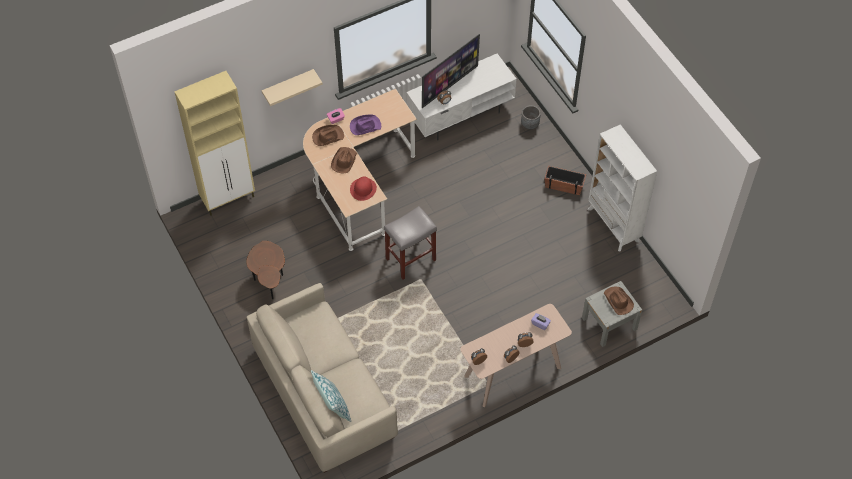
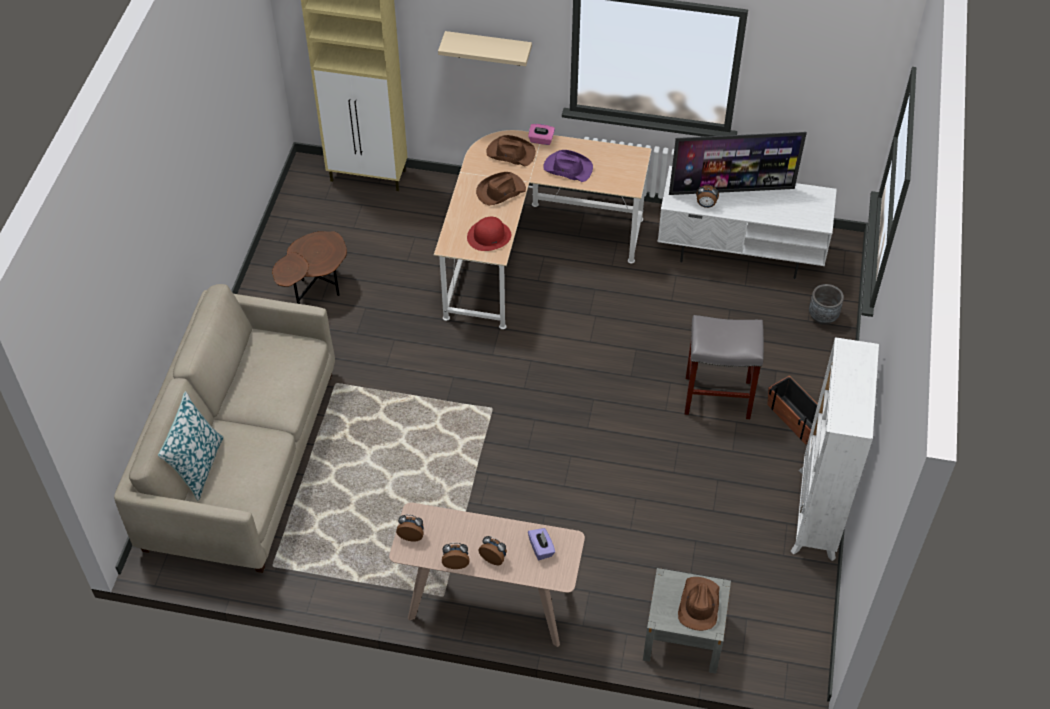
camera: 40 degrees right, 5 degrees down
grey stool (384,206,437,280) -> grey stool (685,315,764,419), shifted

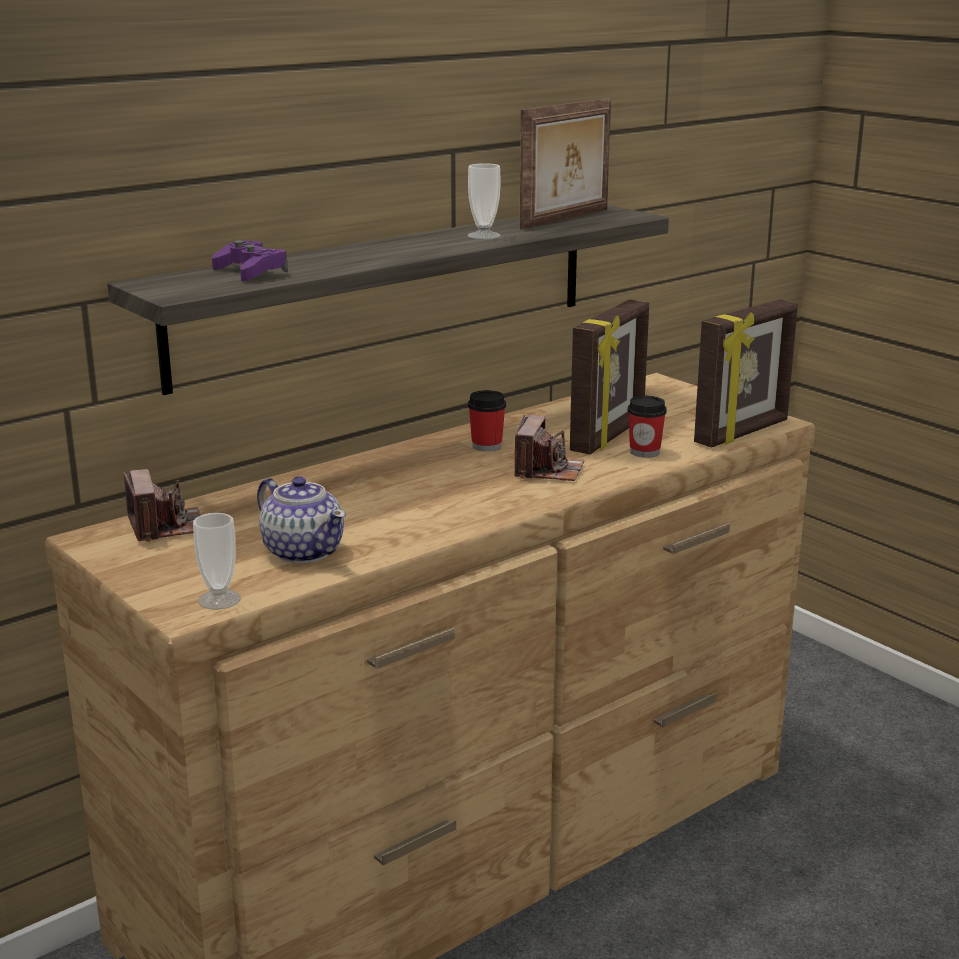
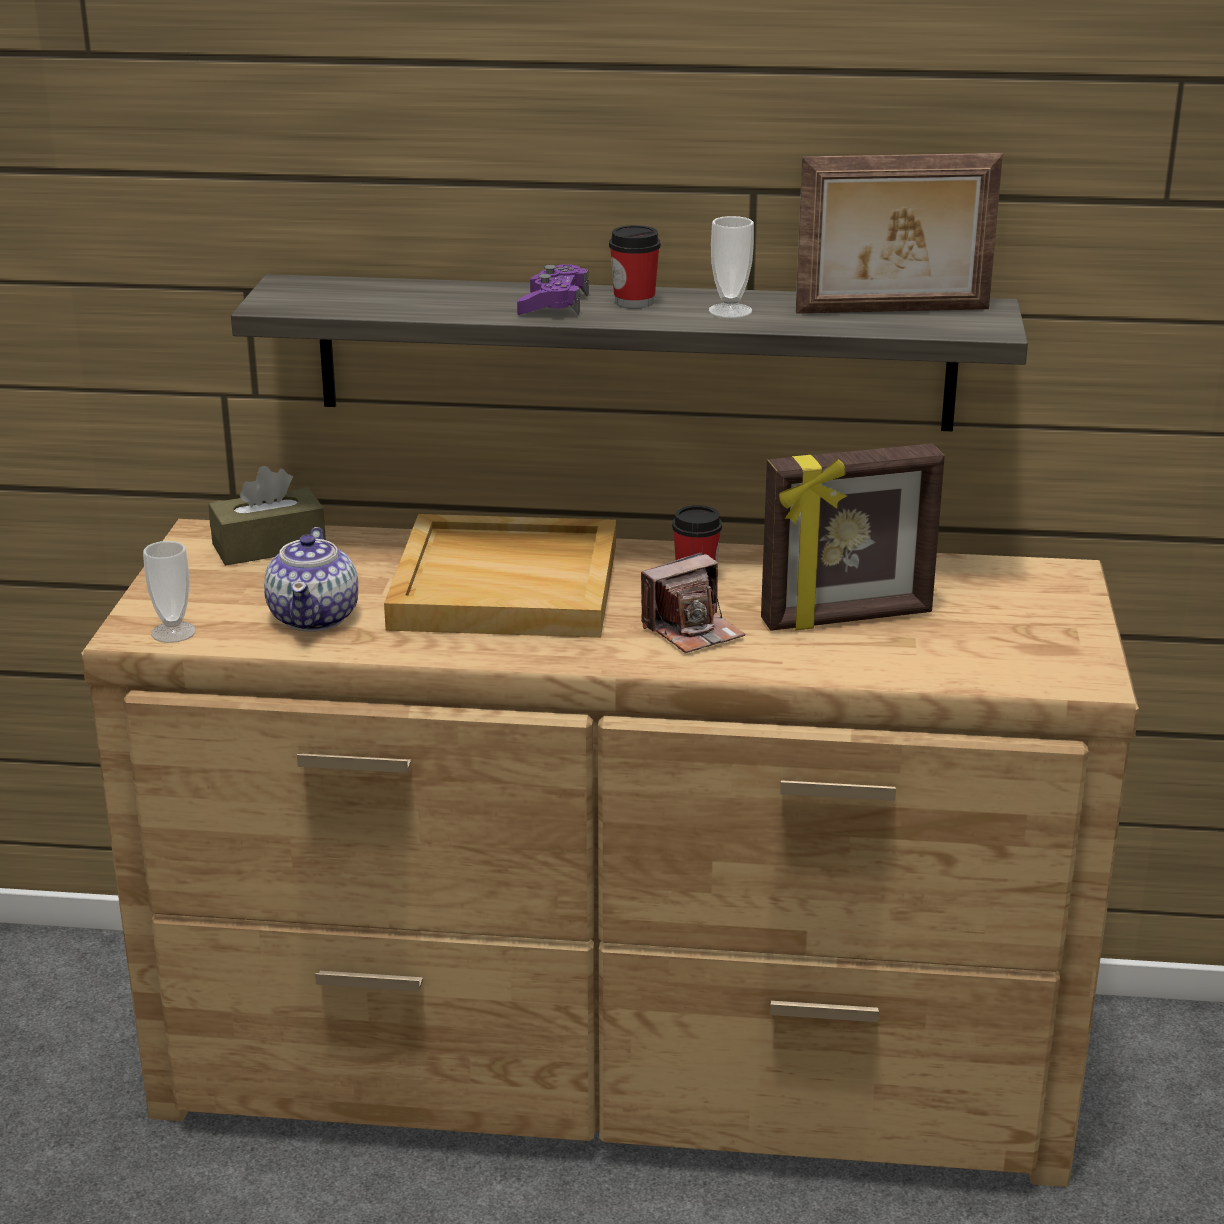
camera: 45 degrees right, 5 degrees up
purple game controller (212,240,288,282) -> purple game controller (517,264,589,315), shifted
picture frame (694,299,798,448) -> none
cup (628,396,667,458) -> cup (609,225,661,309), shifted
photo camera (124,469,201,542) -> brown tissue box (208,466,326,565)
none -> beige tray (384,514,616,638)

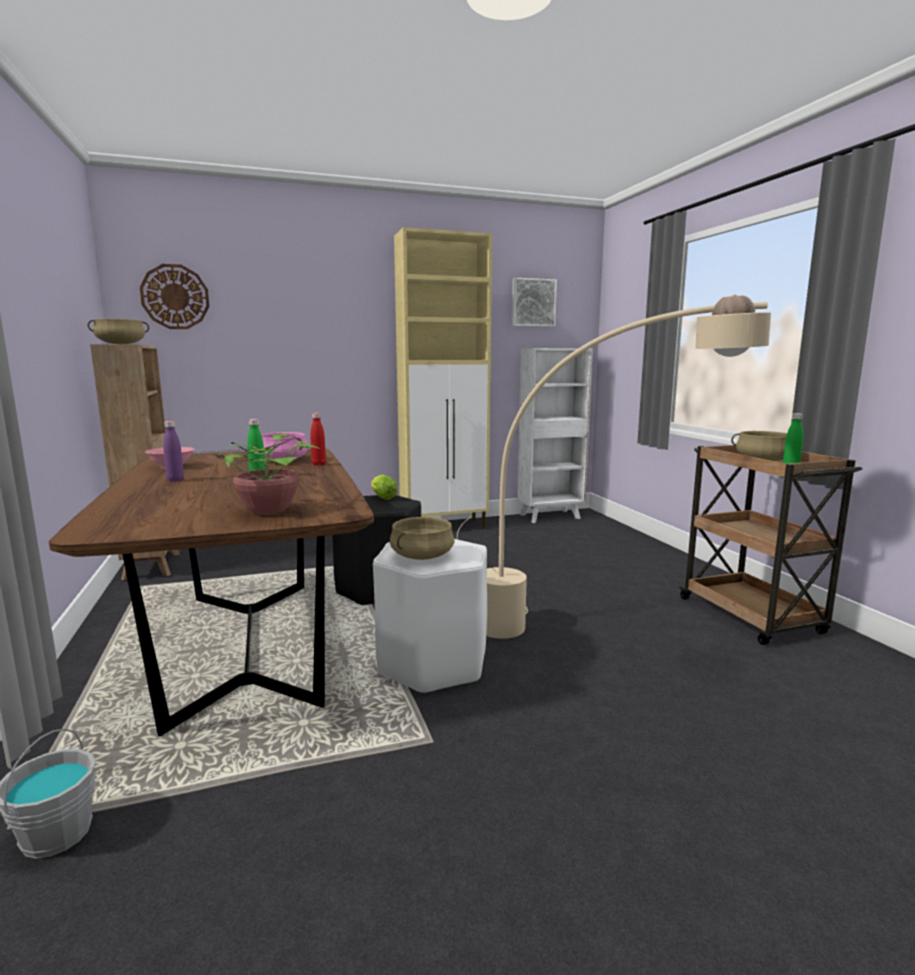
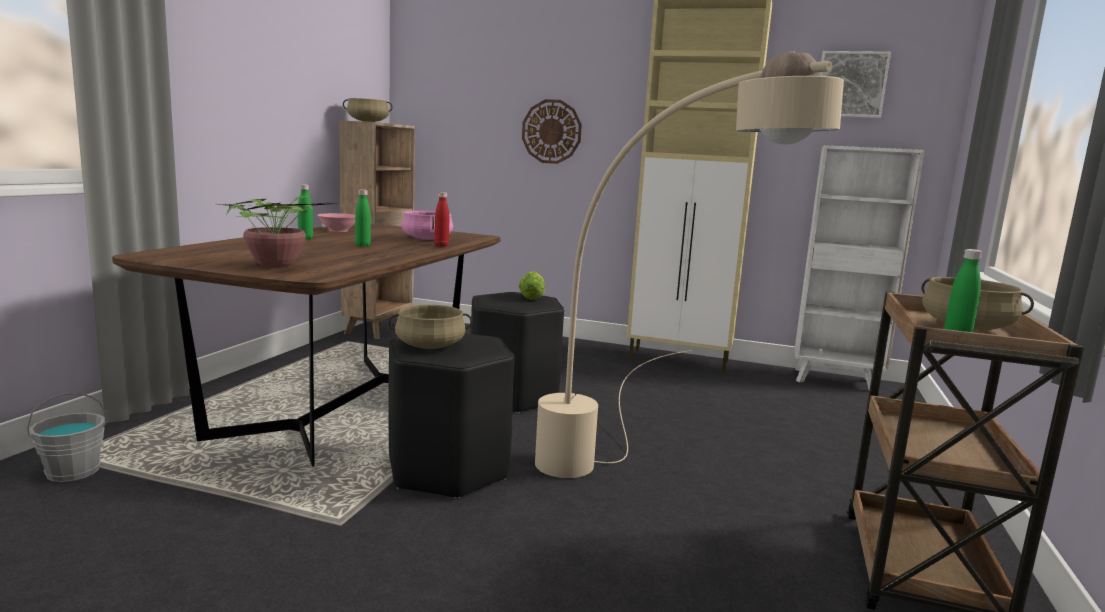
camera: 35 degrees right, 0 degrees up
wall clock (140,264,210,329) -> wall clock (522,99,582,164), shifted
purple bottle (163,421,184,482) -> green bottle (298,184,313,239)
white stool (373,539,487,695) -> black stool (388,334,514,499)

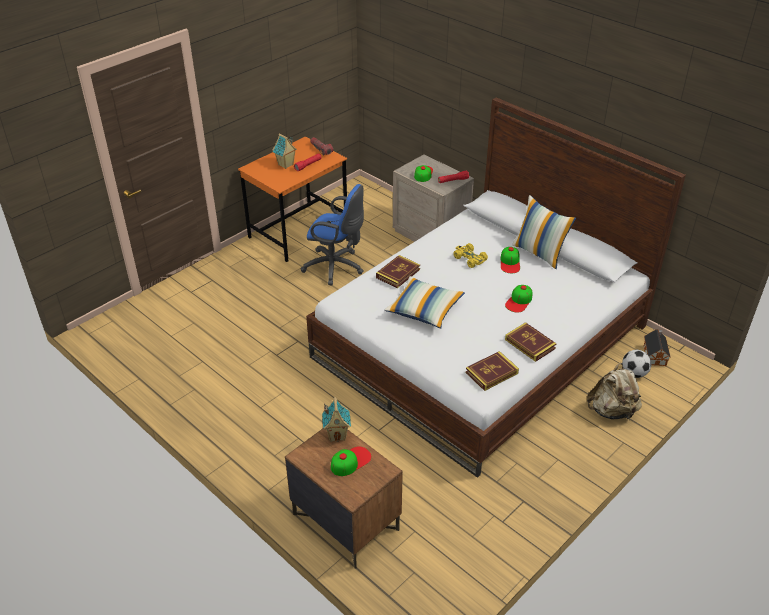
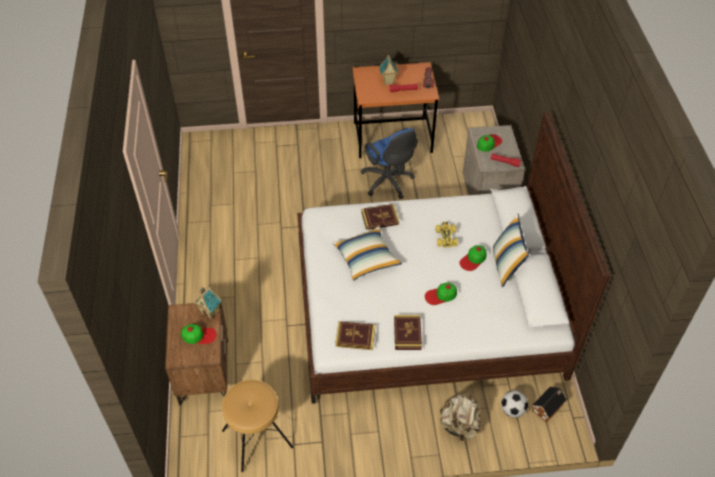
camera: 40 degrees right, 10 degrees up
none -> brown stool (222,380,293,472)

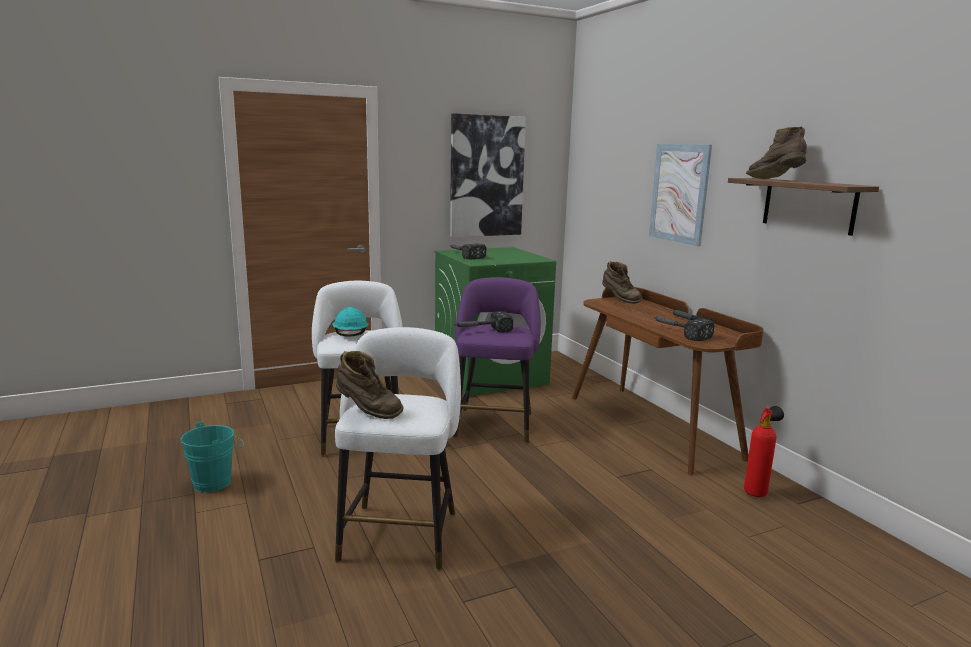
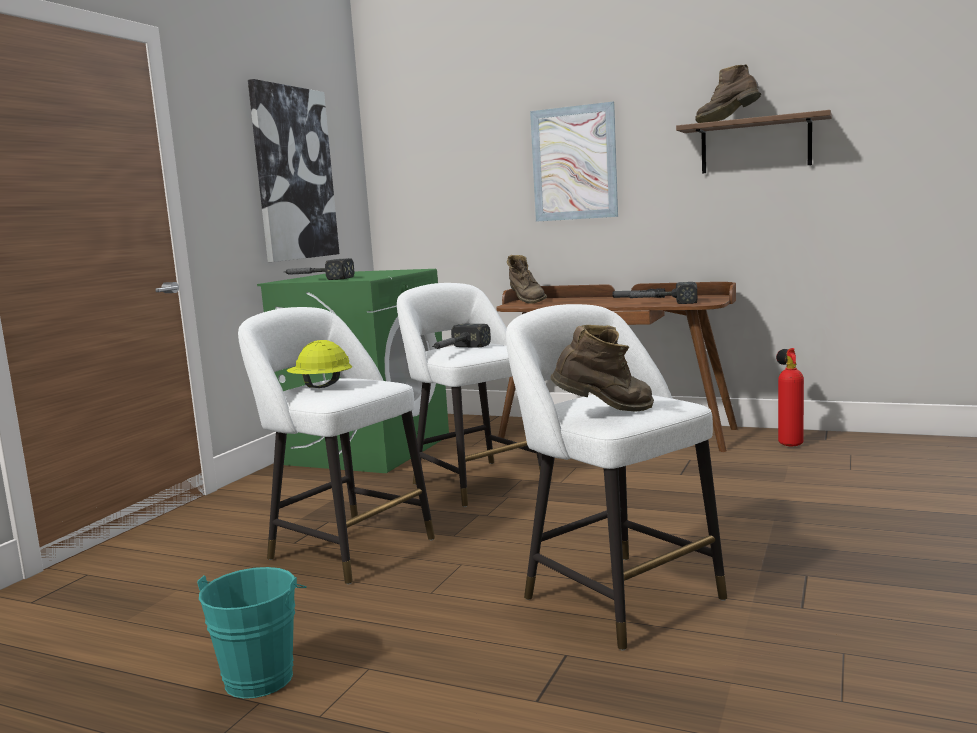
camera: 40 degrees left, 5 degrees down
brown boot (602,261,643,304) -> brown boot (507,255,547,304), 60 degrees clockwise
purple stool (454,277,541,443) -> white stool (397,283,542,507)
turquoise hard hat (332,307,368,337) -> yellow hard hat (287,340,352,388)

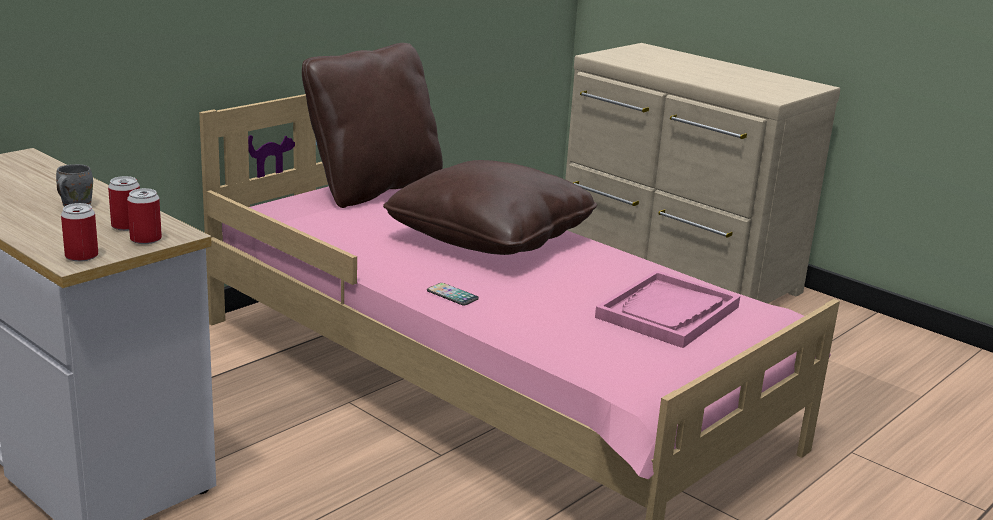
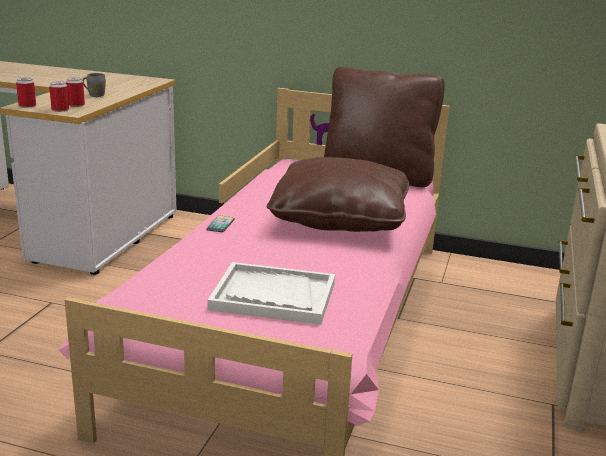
camera: 65 degrees right, 0 degrees up
pink tray (595,270,740,348) -> white tray (207,262,335,325)

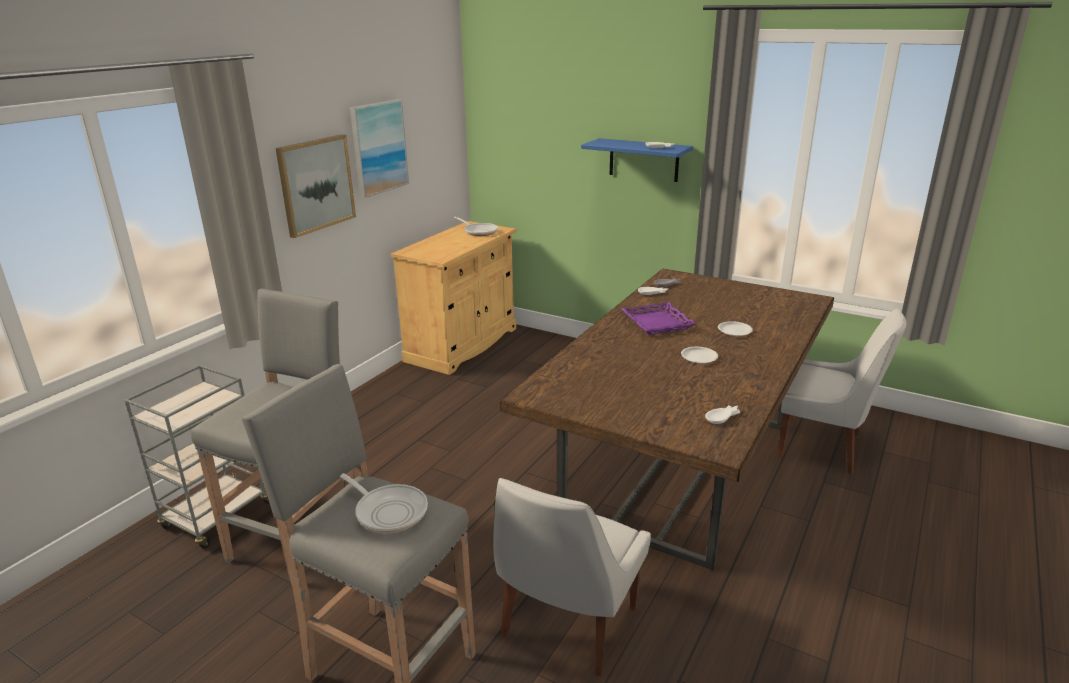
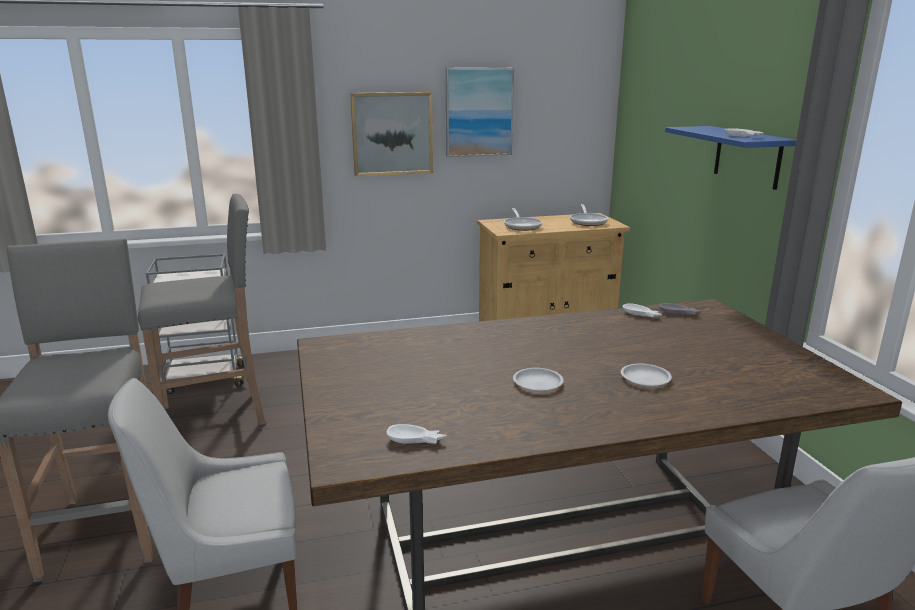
camera: 45 degrees right, 5 degrees down
purple tray (622,302,696,335) -> none
frying pan (340,473,428,533) -> frying pan (504,208,542,231), shifted

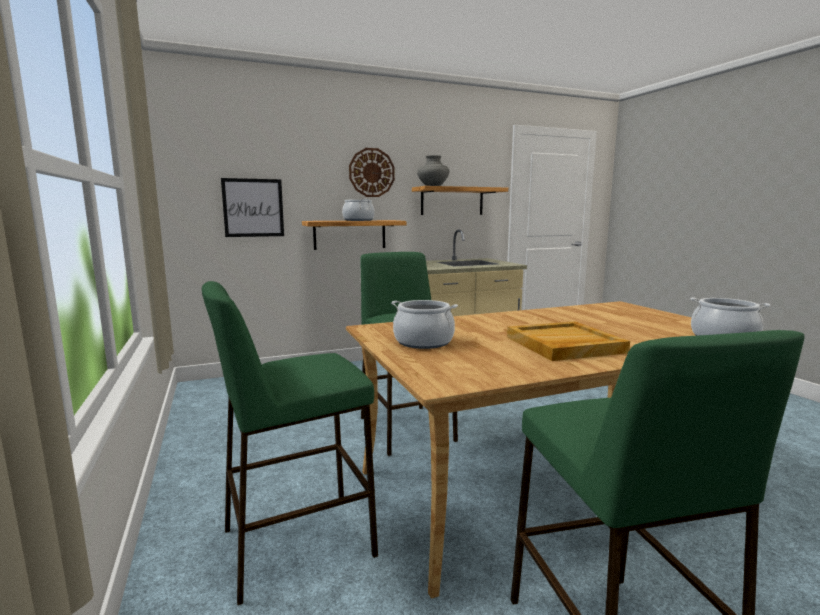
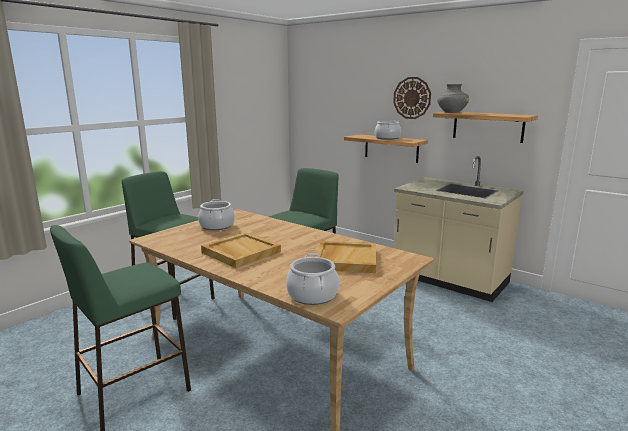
camera: 60 degrees right, 5 degrees up
picture (221,178,284,237) -> none
none -> beige tray (315,241,376,273)

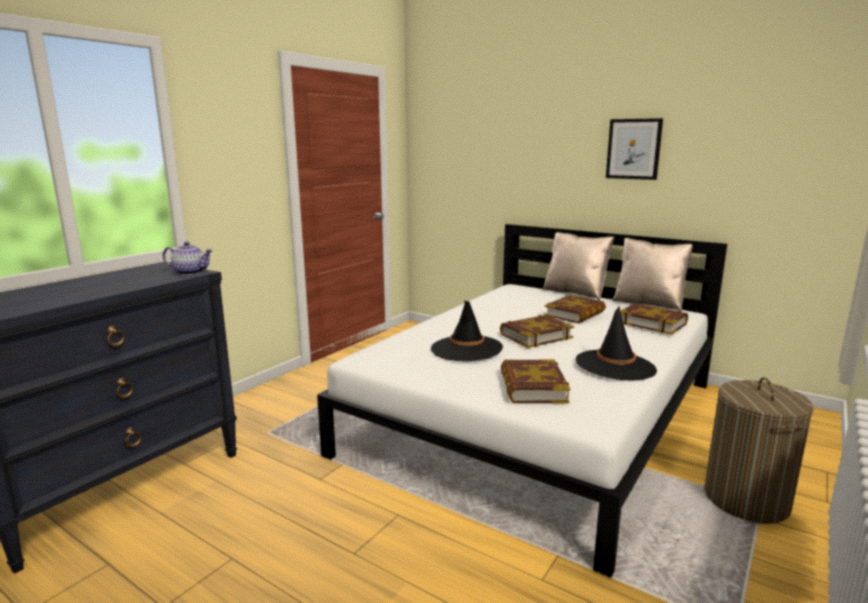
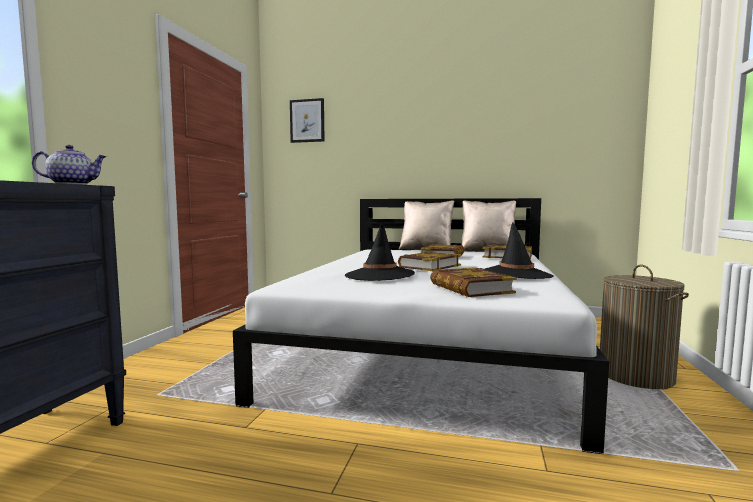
camera: 20 degrees left, 10 degrees down
picture (606,118,663,180) -> picture (290,98,325,143), shifted

